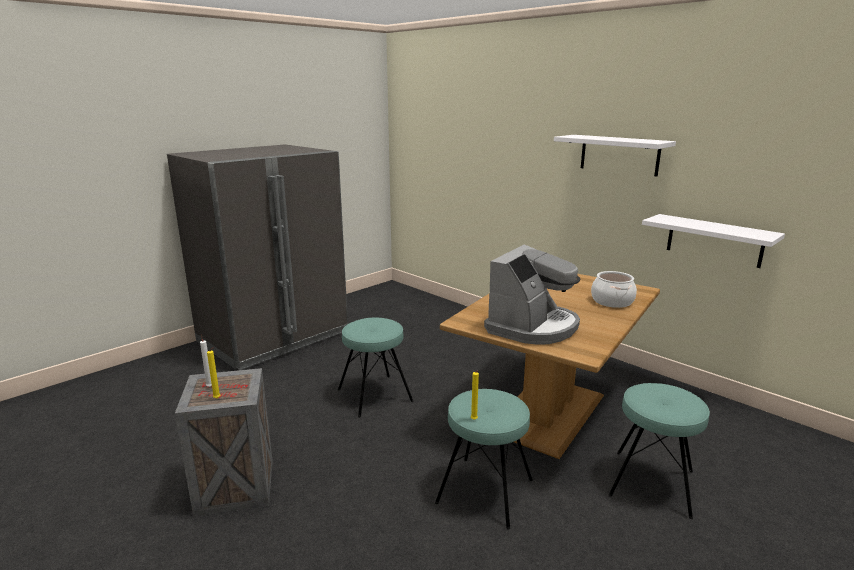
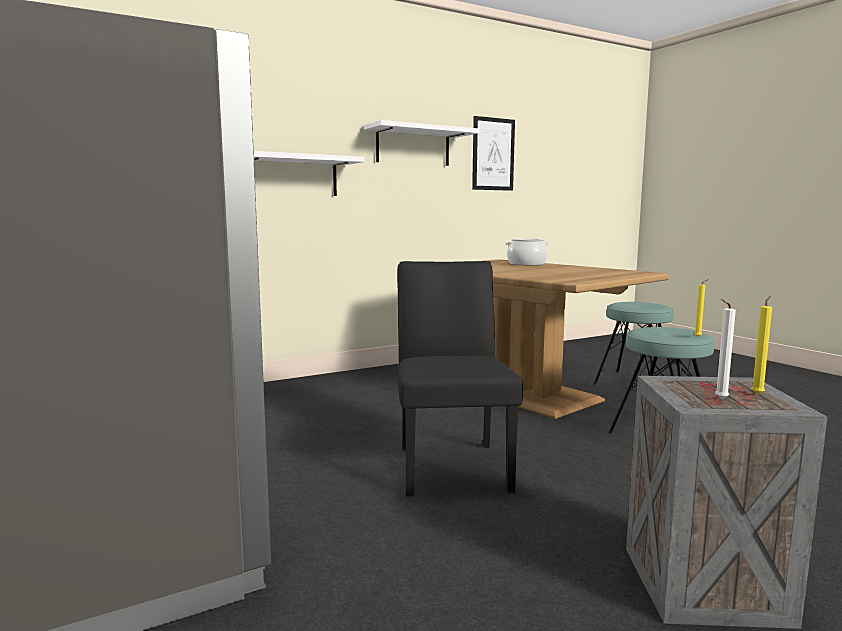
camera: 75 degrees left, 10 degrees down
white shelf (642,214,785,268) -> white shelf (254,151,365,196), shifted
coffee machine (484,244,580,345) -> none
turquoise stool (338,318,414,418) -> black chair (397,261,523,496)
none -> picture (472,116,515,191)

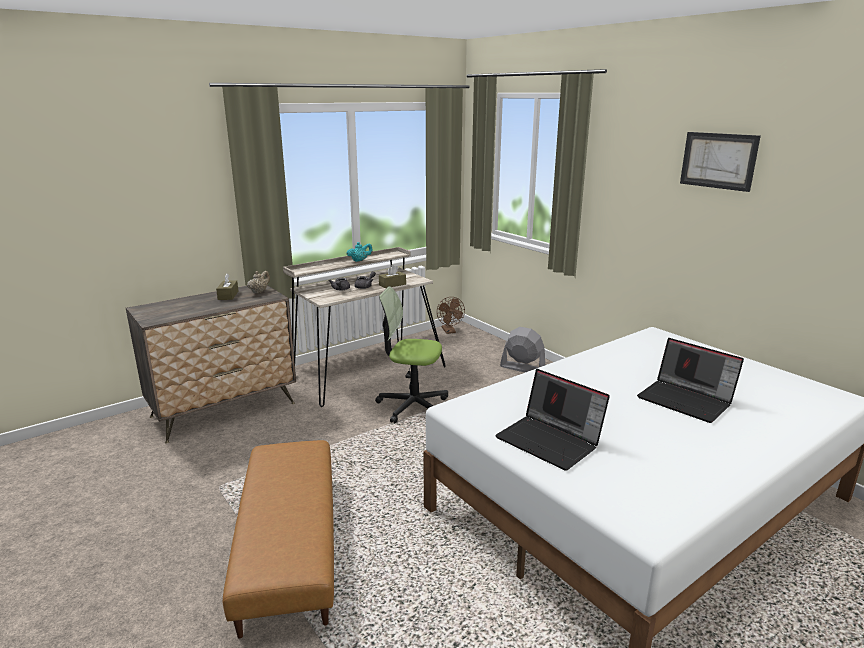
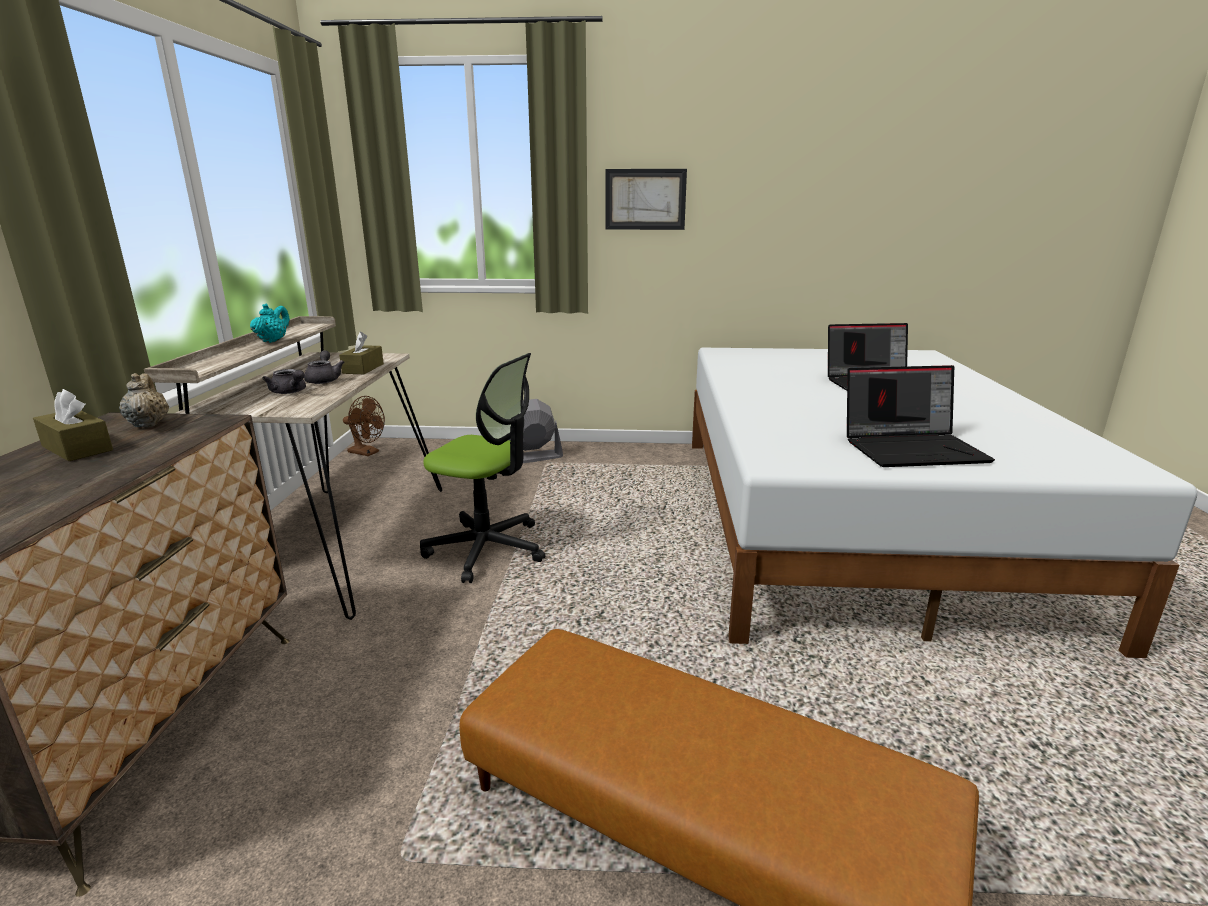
camera: 50 degrees left, 0 degrees up
picture (680,132,761,192) -> picture (605,169,687,230), shifted
office chair (375,286,448,423) -> office chair (420,353,546,583), 120 degrees counterclockwise

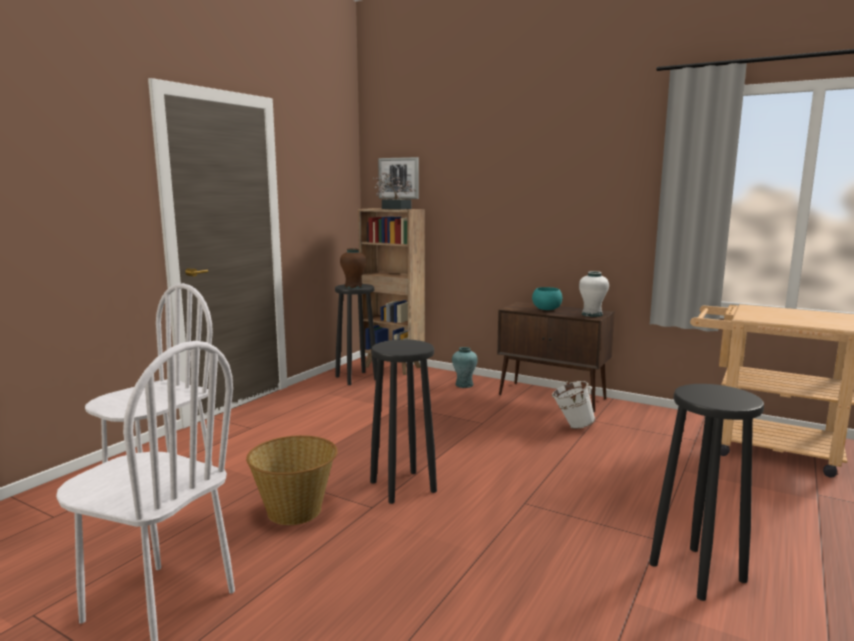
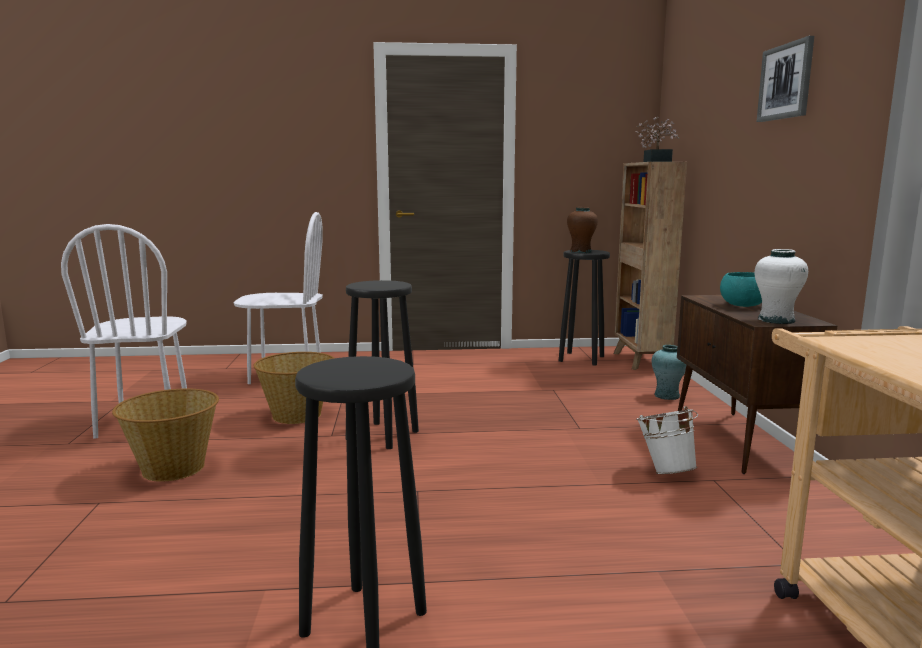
camera: 55 degrees right, 0 degrees up
picture (378,157,419,199) -> picture (757,36,814,122), shifted
none -> basket (112,388,219,482)

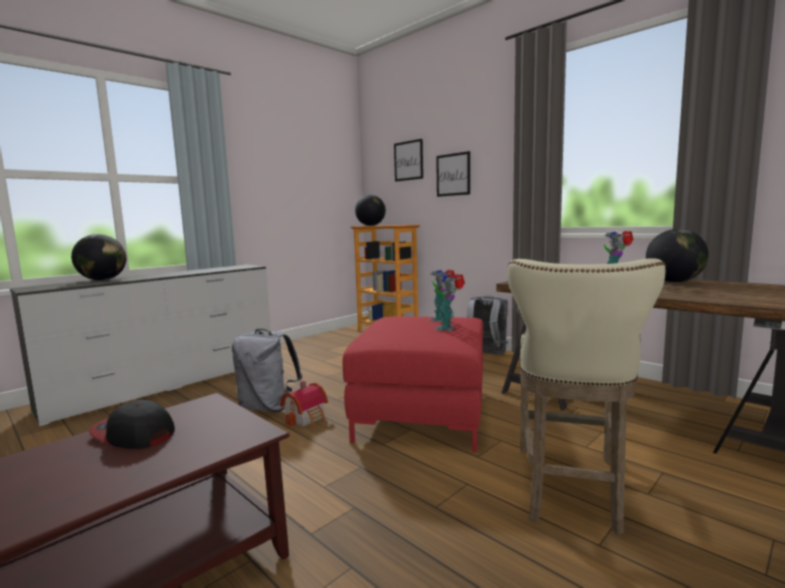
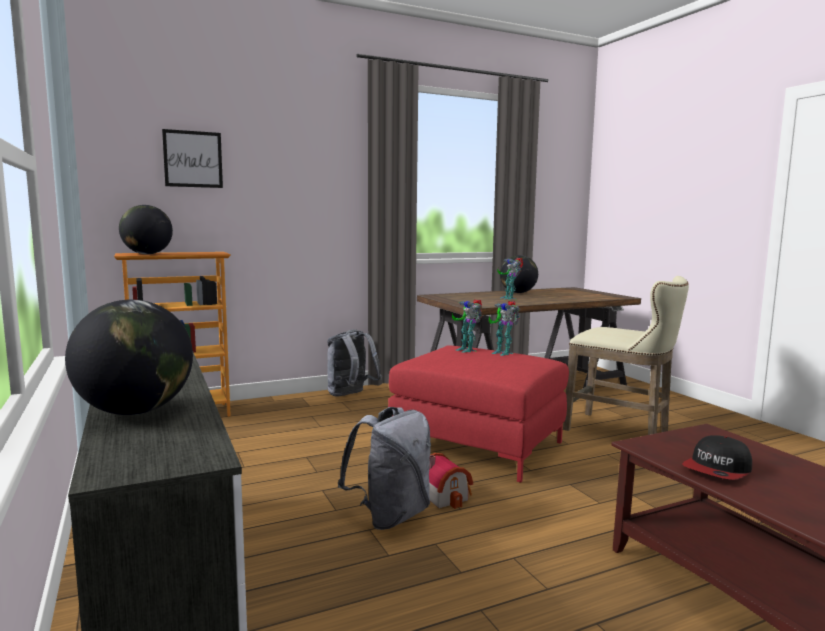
camera: 70 degrees left, 0 degrees up
picture (436,151,470,197) -> none

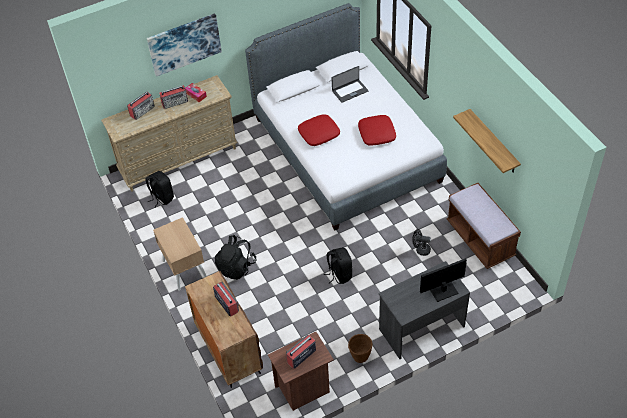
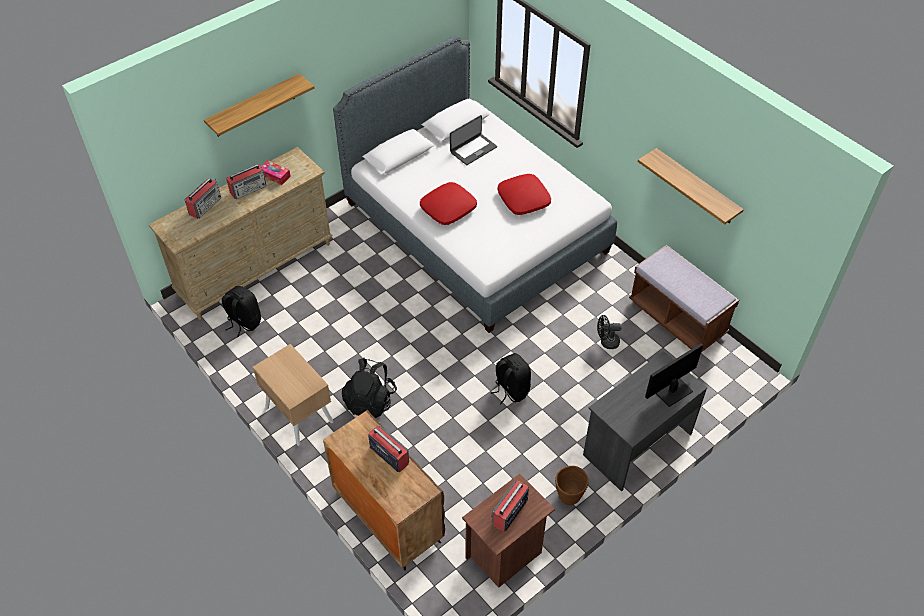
camera: 15 degrees left, 0 degrees up
picture (147,13,222,77) -> shelf (204,73,314,136)

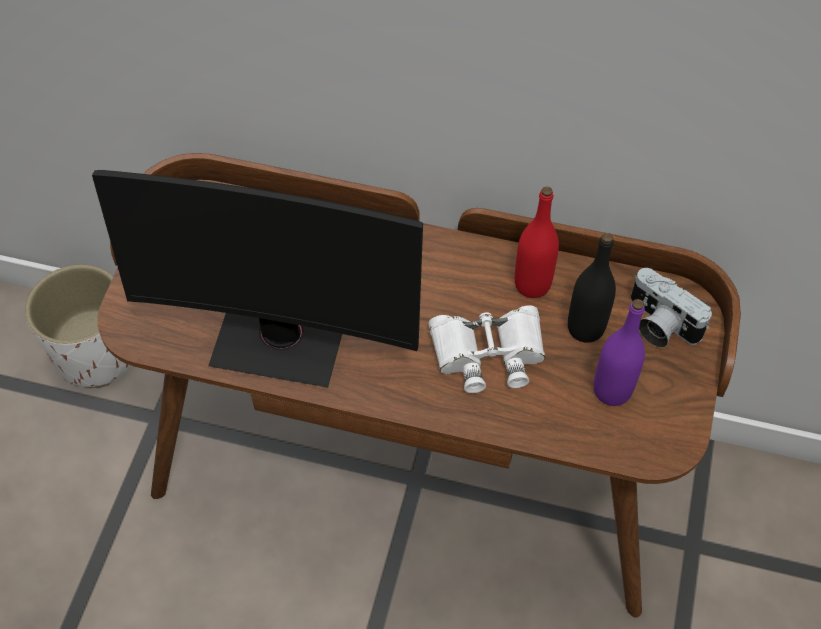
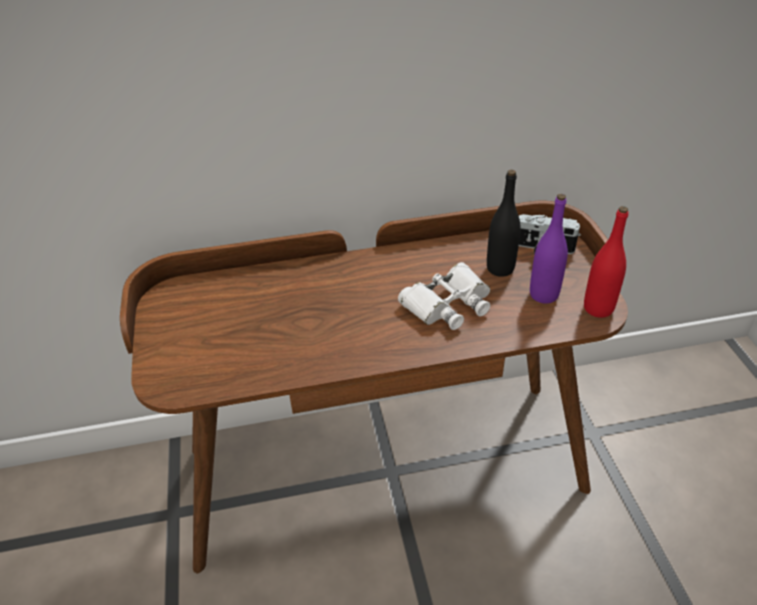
camera: 25 degrees left, 15 degrees down
monitor (92,170,423,387) -> none
red bottle (515,187,559,298) -> red bottle (584,206,628,318), shifted
white planter (25,265,130,388) -> none

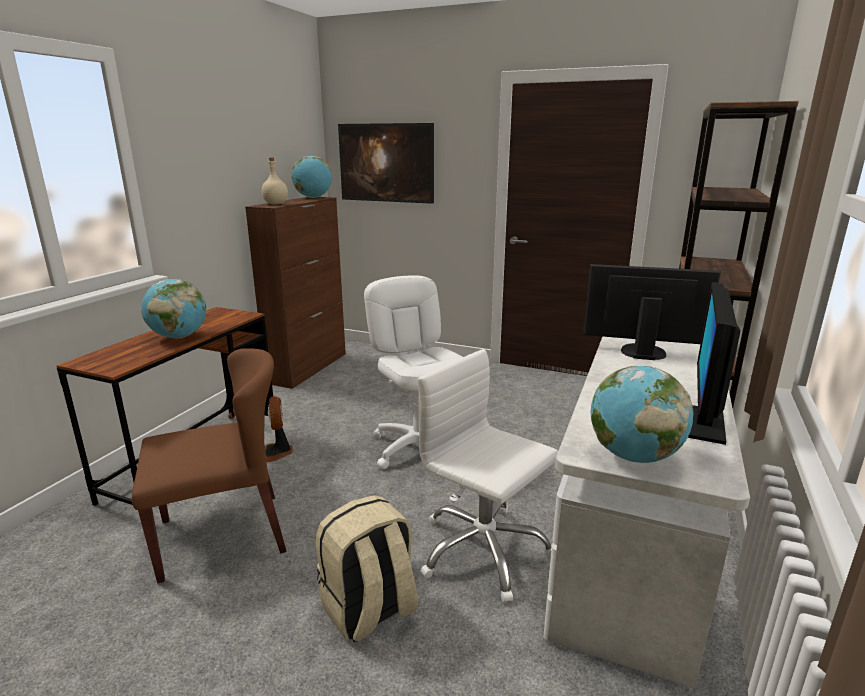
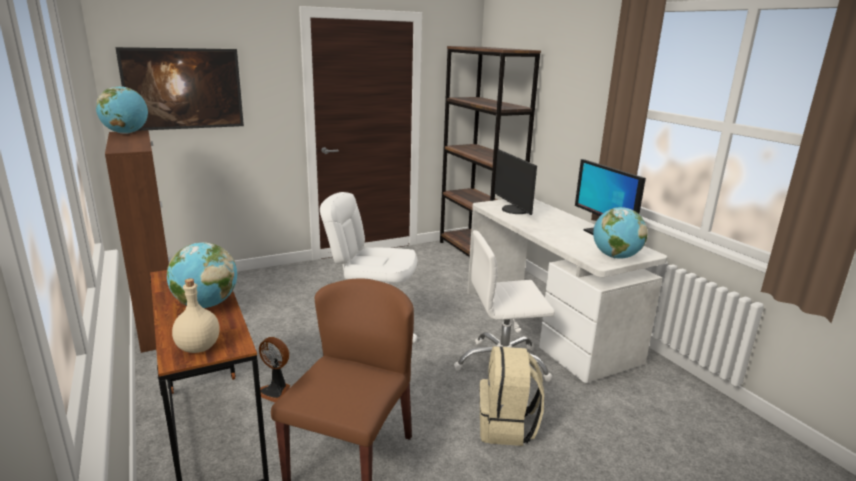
camera: 50 degrees left, 0 degrees up
beige bottle (262,158,288,204) -> beige bottle (172,278,220,353), shifted
monitor (583,264,721,360) -> monitor (494,149,537,215), 75 degrees counterclockwise

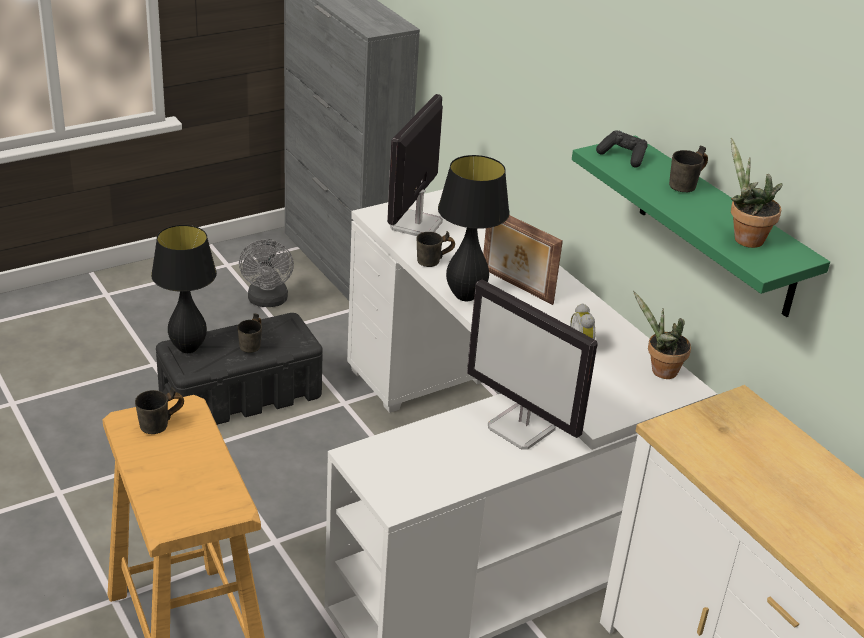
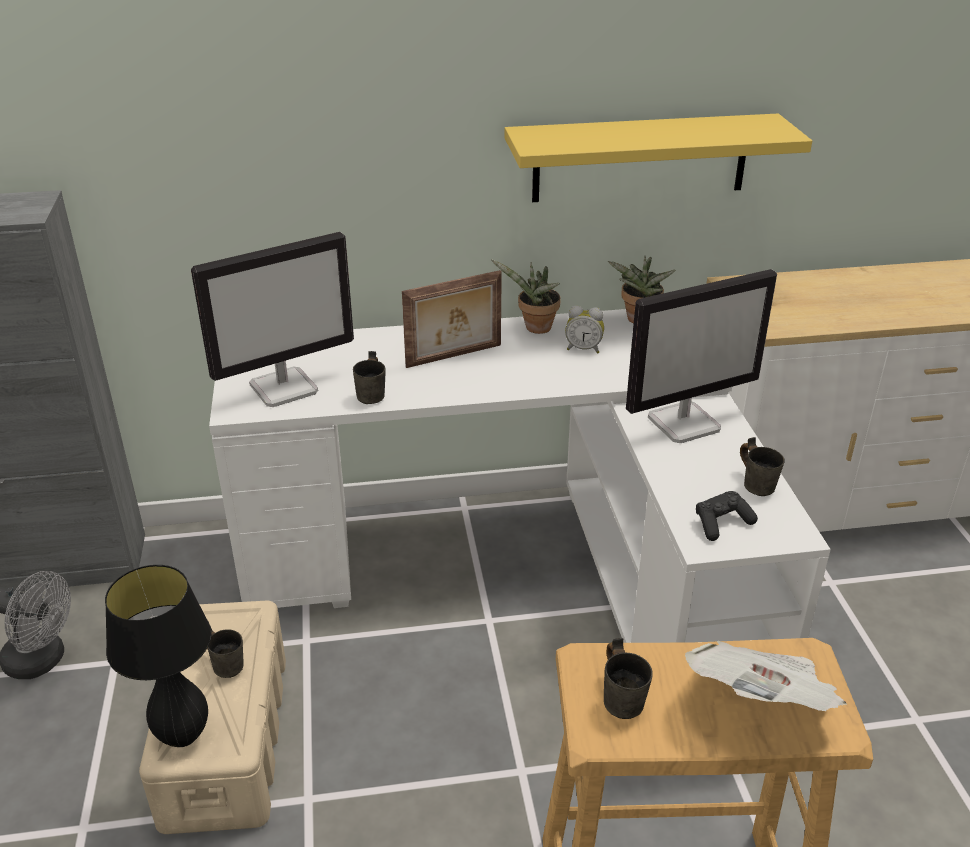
camera: 65 degrees left, 0 degrees up
monitor (387,94,443,236) -> monitor (191,232,354,407), 75 degrees counterclockwise
black game controller (596,131,648,168) -> black game controller (696,491,758,541), shifted
green shelf (572,136,830,317) -> yellow shelf (504,114,812,202)
potted plant (731,137,783,248) -> potted plant (491,259,561,334), shifted
grey mug (669,146,708,192) -> grey mug (740,437,785,496), shifted
black table lamp (438,155,510,301) -> none
black storage box (156,313,323,425) -> beige storage box (139,601,286,834)
none -> newspaper (685,641,847,711)

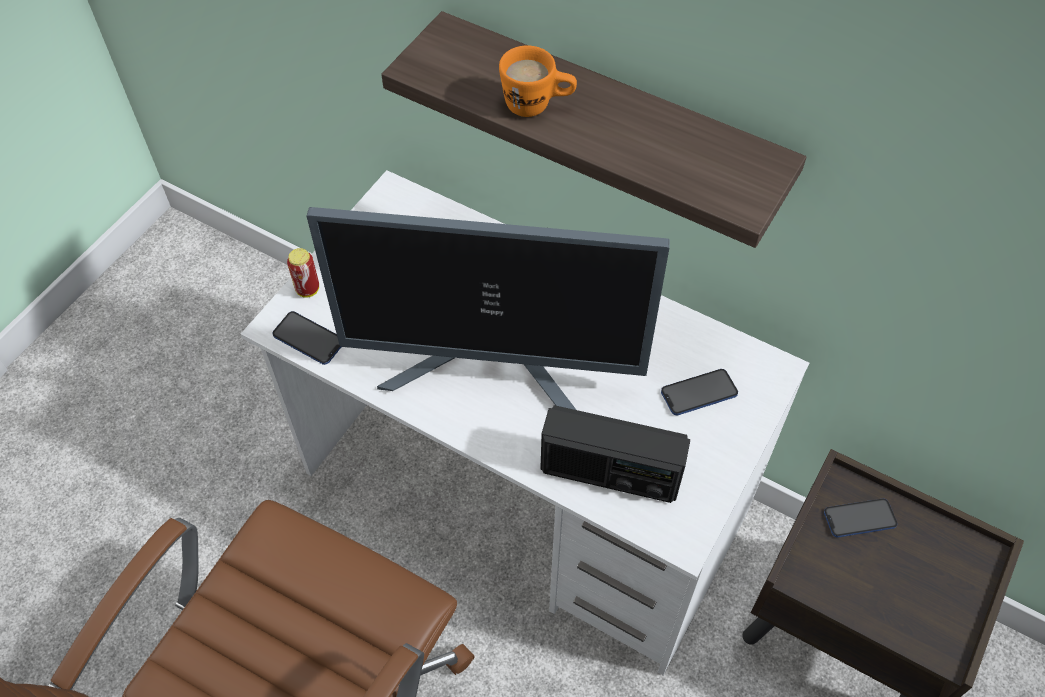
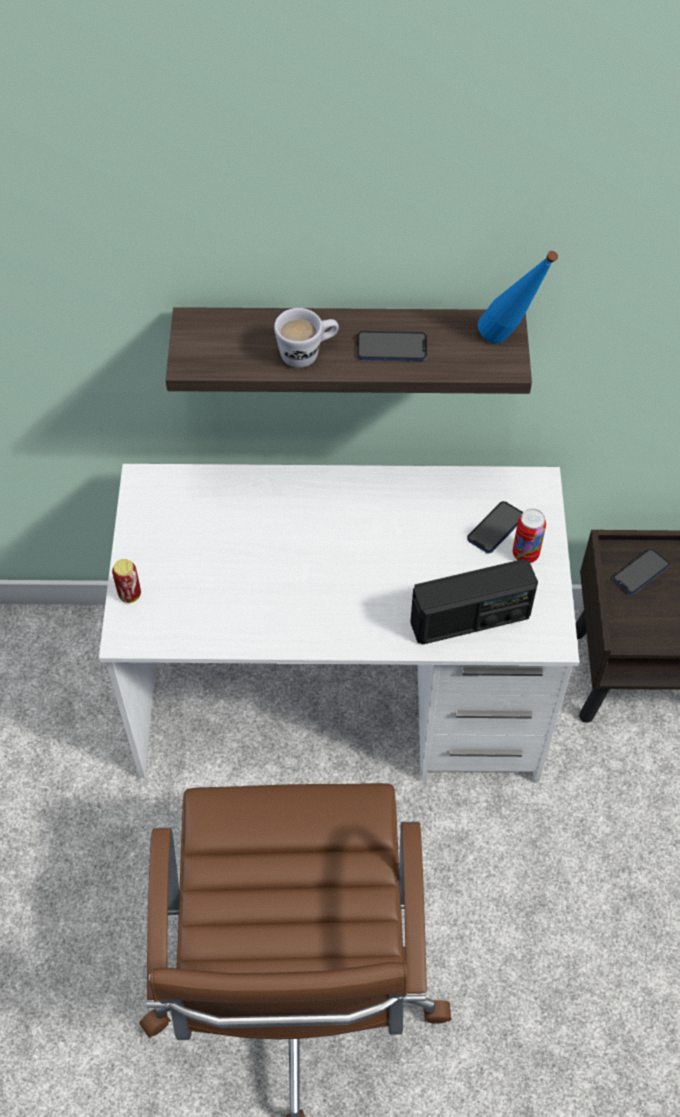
camera: 30 degrees left, 0 degrees up
orange mug (499,46,577,117) -> white mug (274,308,339,368)
monitor (307,207,670,410) -> none
phone (272,311,341,365) -> phone (357,331,427,361), shifted
none -> blue bottle (478,251,558,343)
none -> can (513,509,546,563)

